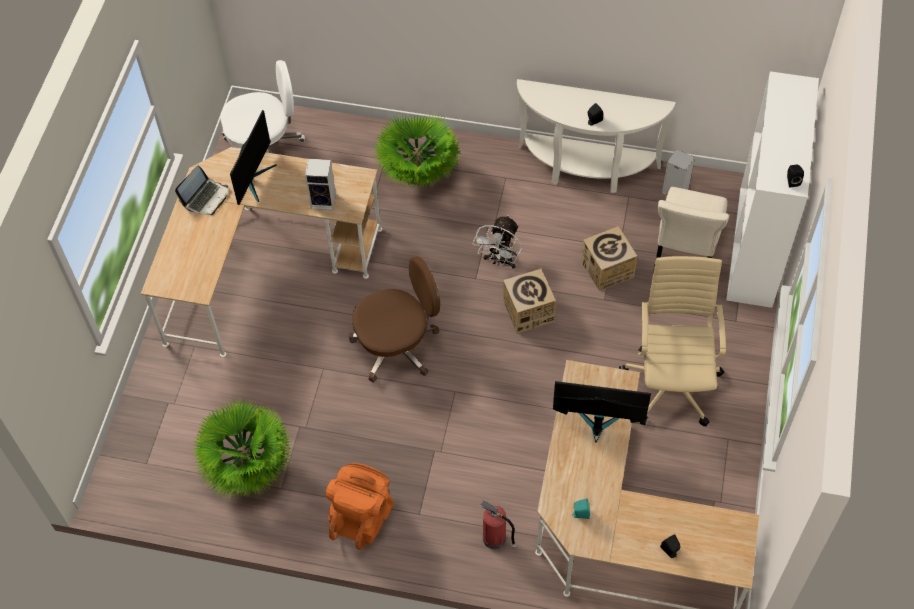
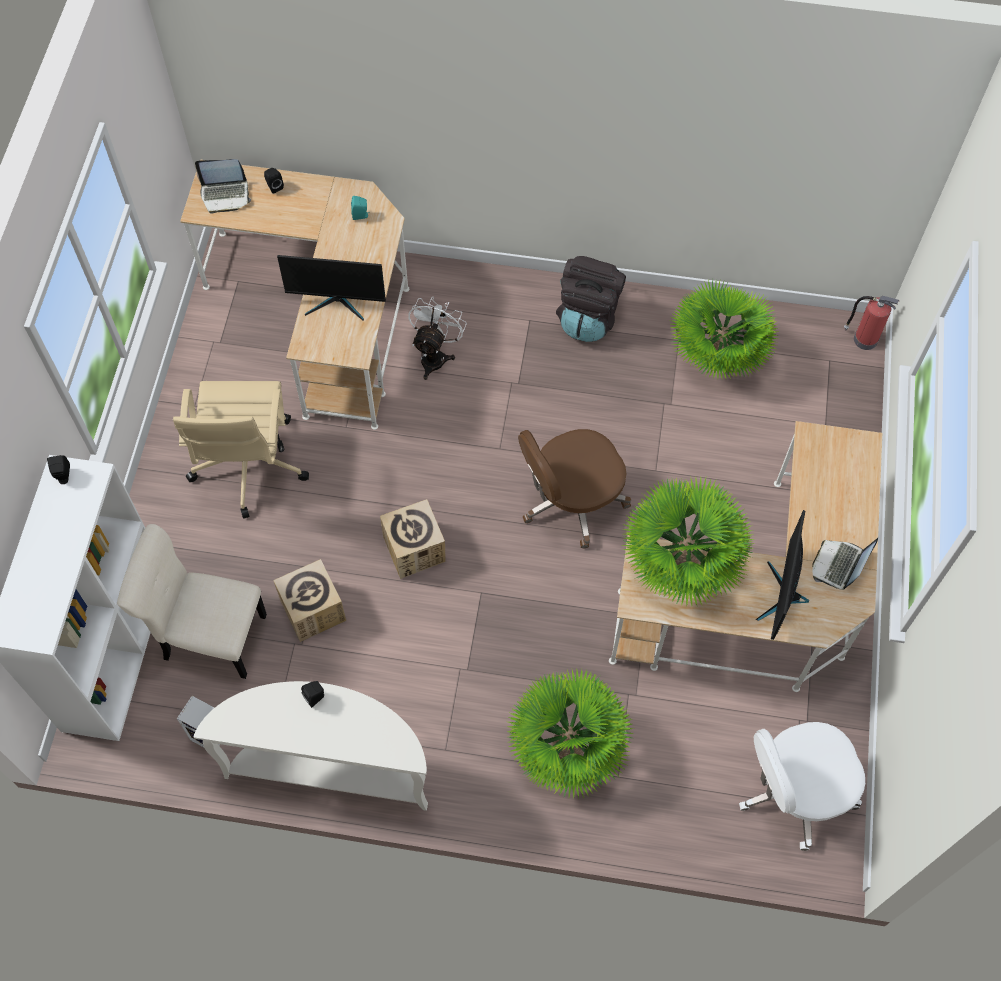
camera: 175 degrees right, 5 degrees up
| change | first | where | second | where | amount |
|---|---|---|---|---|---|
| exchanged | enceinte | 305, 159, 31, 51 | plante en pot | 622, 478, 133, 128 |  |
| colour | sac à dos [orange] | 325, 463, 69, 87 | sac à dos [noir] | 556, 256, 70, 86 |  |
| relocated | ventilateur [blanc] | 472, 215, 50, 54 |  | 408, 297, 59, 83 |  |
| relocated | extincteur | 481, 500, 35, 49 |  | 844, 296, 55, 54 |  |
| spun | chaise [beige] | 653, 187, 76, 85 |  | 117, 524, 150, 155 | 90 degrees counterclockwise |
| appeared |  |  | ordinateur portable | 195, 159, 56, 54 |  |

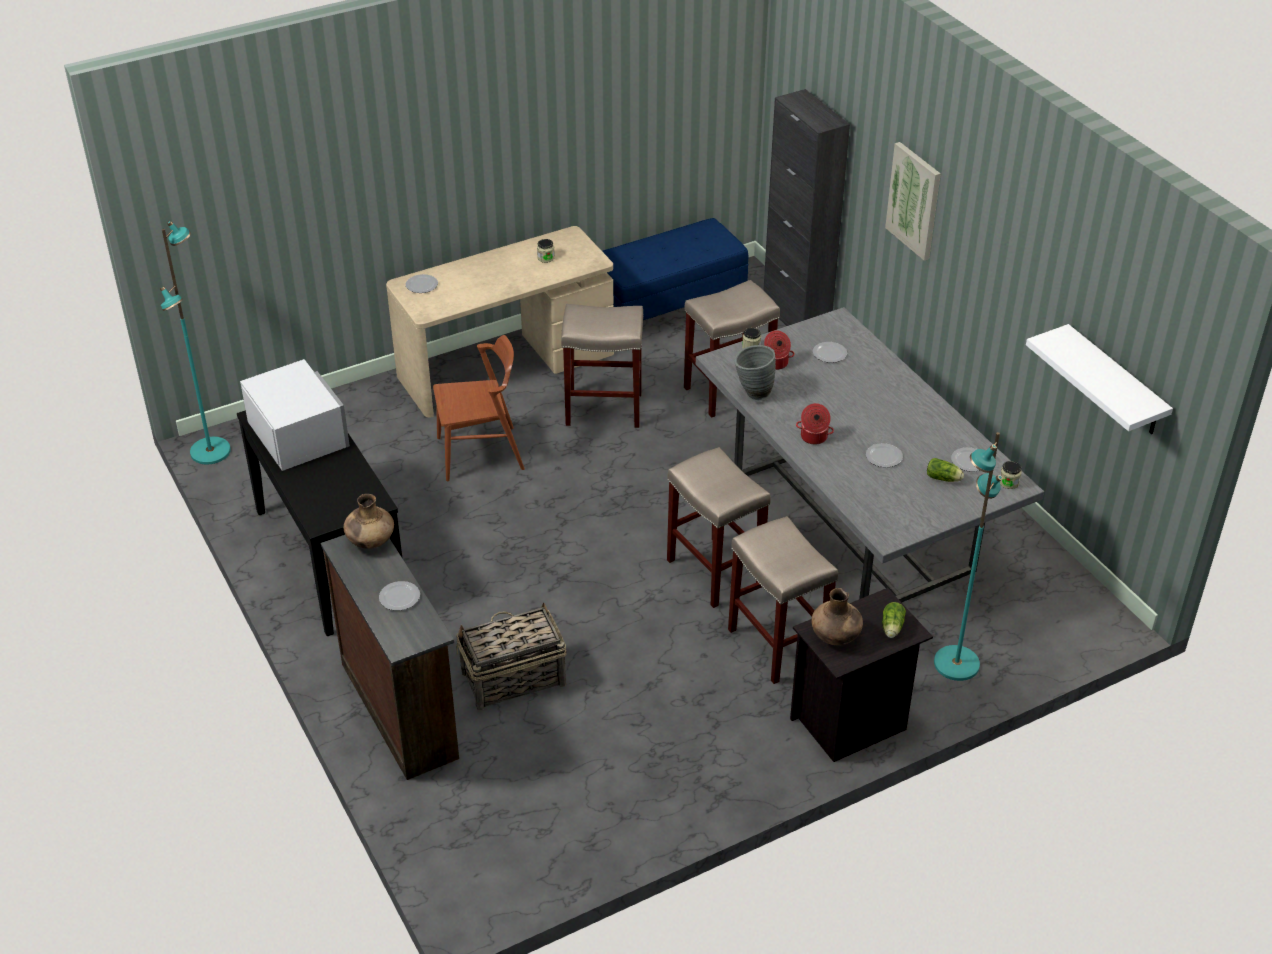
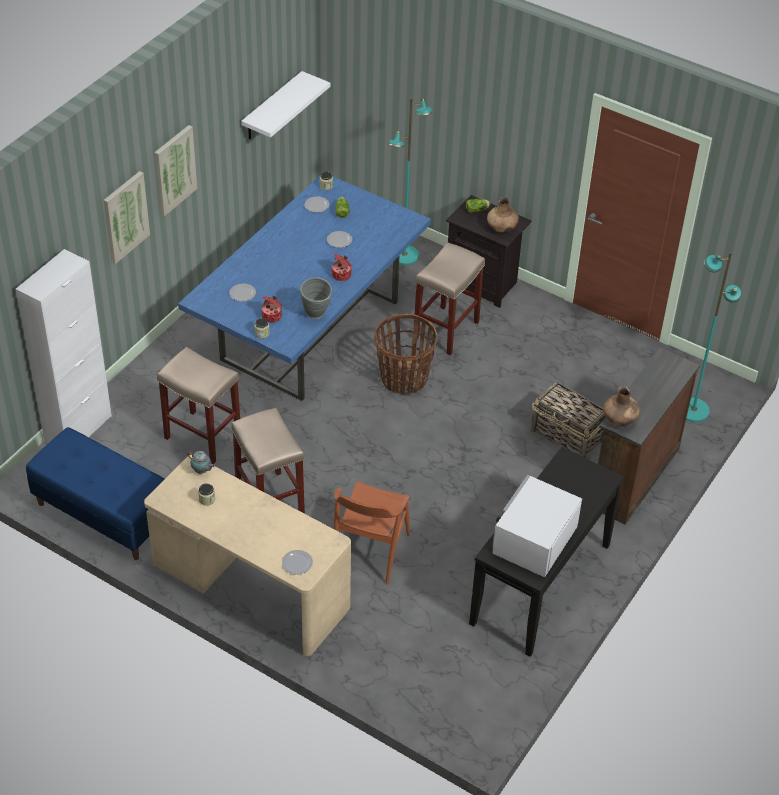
camera: 120 degrees left, 5 degrees up
| change | first | where | second | where | amount |
|---|---|---|---|---|---|
| relocated | lampadaire [turquoise] | 160, 221, 71, 243 |  | 686, 252, 55, 170 |  |
| missing | assiette | 379, 581, 41, 30 |  |  |  |
| spun | chaise [marron] | 433, 335, 92, 146 |  | 334, 482, 76, 102 | 120 degrees counterclockwise |
| exchanged | tabouret [beige] | 667, 447, 104, 161 | panier | 374, 314, 63, 80 |  |
| colour | table à manger [gris] | 696, 307, 348, 296 | table à manger [bleu] | 178, 176, 253, 225 |  |
| colour | meuble de rangement [noir] | 764, 89, 86, 237 | meuble de rangement [blanc] | 16, 249, 96, 196 |  |
| appeared |  |  | tableau | 155, 125, 42, 92 |  |
| appeared |  |  | théière | 187, 451, 28, 23 |  |

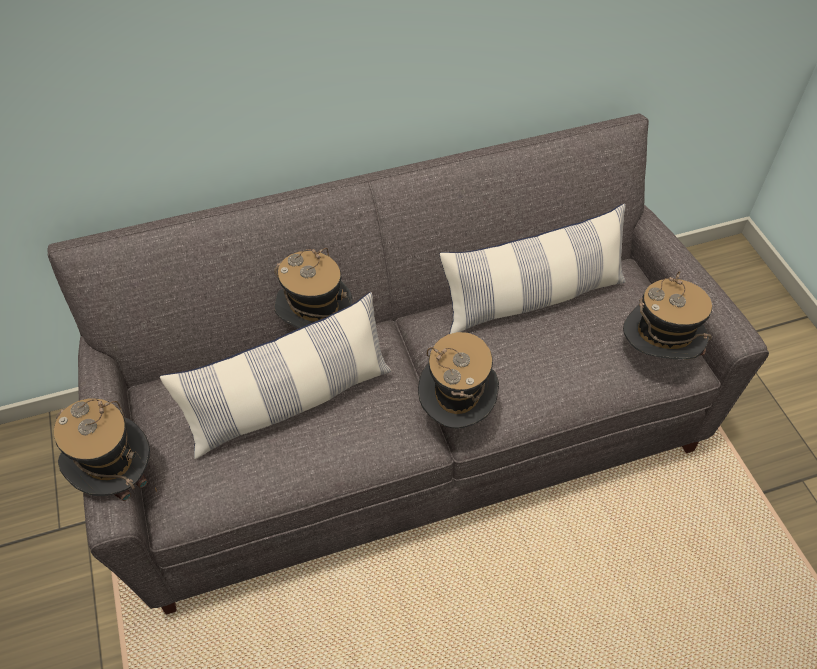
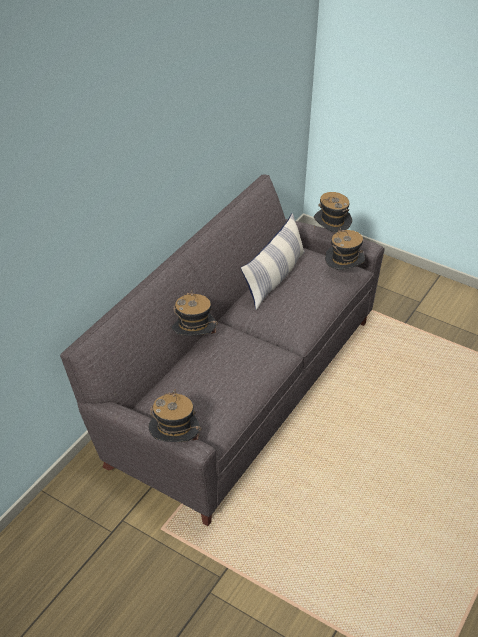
camera: 40 degrees left, 10 degrees down
| change | first | where | second | where | amount |
|---|---|---|---|---|---|
| missing | coussin | 160, 292, 231, 167 |  |  |  |
| relocated | chapeau | 418, 332, 81, 97 |  | 314, 192, 38, 40 |  |

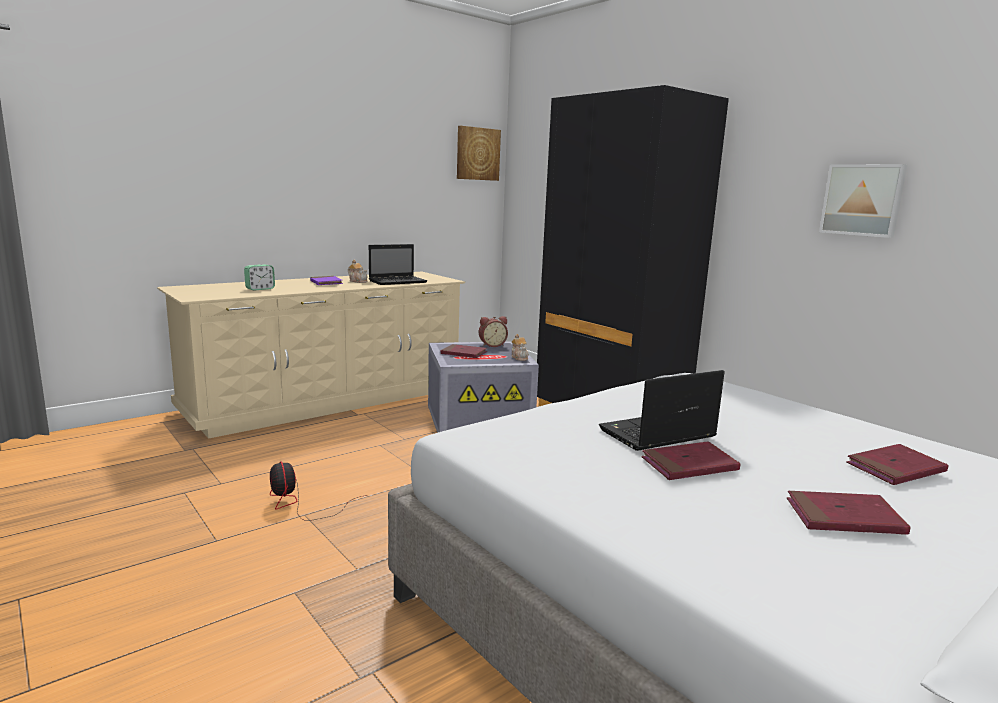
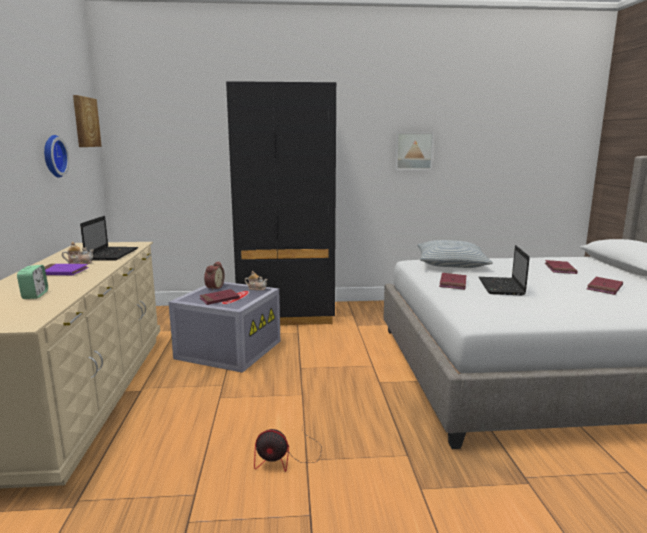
camera: 55 degrees left, 0 degrees up
| change | first | where | second | where | amount |
|---|---|---|---|---|---|
| relocated | livre [rouge] | 642, 441, 98, 39 |  | 439, 273, 27, 17 |  |
| appeared |  |  | horloge murale | 44, 135, 25, 43 |  |
| appeared |  |  | coussin | 417, 240, 76, 28 |  |

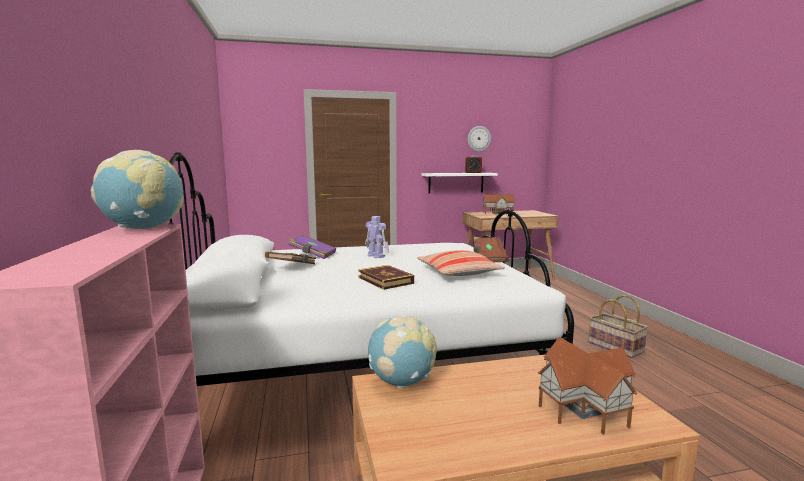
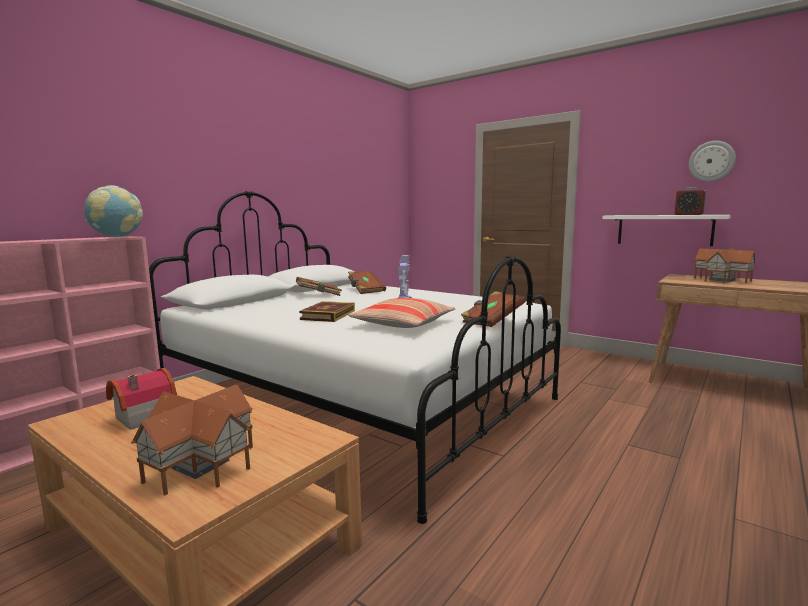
camera: 50 degrees right, 0 degrees up
| change | first | where | second | where | amount |
|---|---|---|---|---|---|
| colour | livre [violet] | 288, 235, 48, 24 | livre [marron] | 348, 271, 38, 23 |  |
| missing | globe | 368, 315, 69, 73 |  |  |  |
| missing | panier | 588, 295, 60, 64 |  |  |  |
| appeared |  |  | maison miniature | 106, 368, 71, 62 |  |

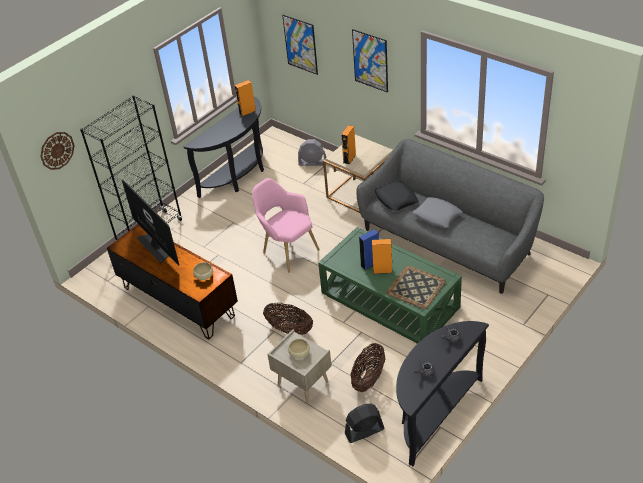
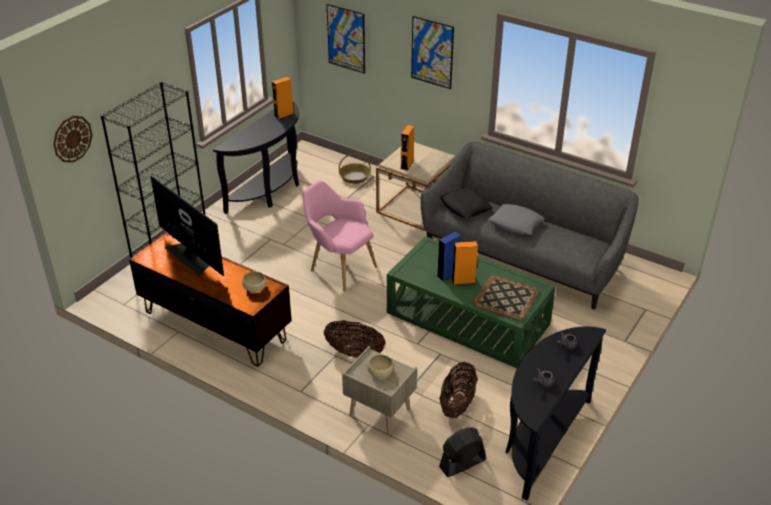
camera: 10 degrees left, 5 degrees down
| change | first | where | second | where | amount |
|---|---|---|---|---|---|
| exchanged | ventilateur [gris] | 298, 139, 28, 27 | panier | 339, 154, 32, 30 |  |

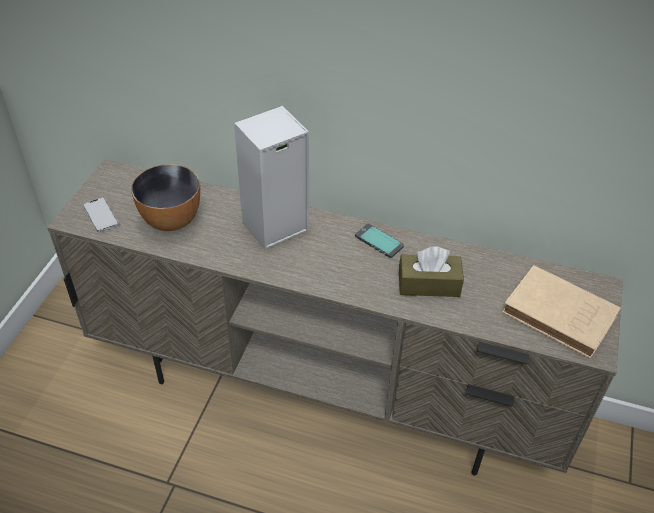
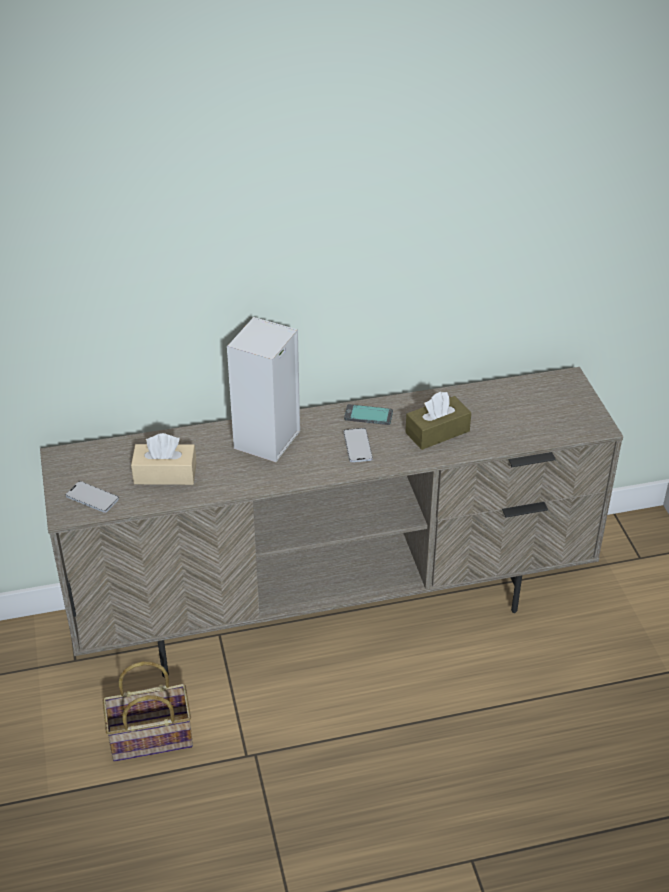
camera: 30 degrees left, 5 degrees down
| change | first | where | second | where | amount |
|---|---|---|---|---|---|
| exchanged | bol | 131, 164, 69, 67 | boîte à mouchoirs [beige] | 131, 433, 66, 52 |  |
| missing | livre [beige] | 502, 265, 119, 94 |  |  |  |
| appeared |  |  | panier | 103, 661, 90, 100 |  |
| appeared |  |  | téléphone | 343, 428, 30, 34 |  |

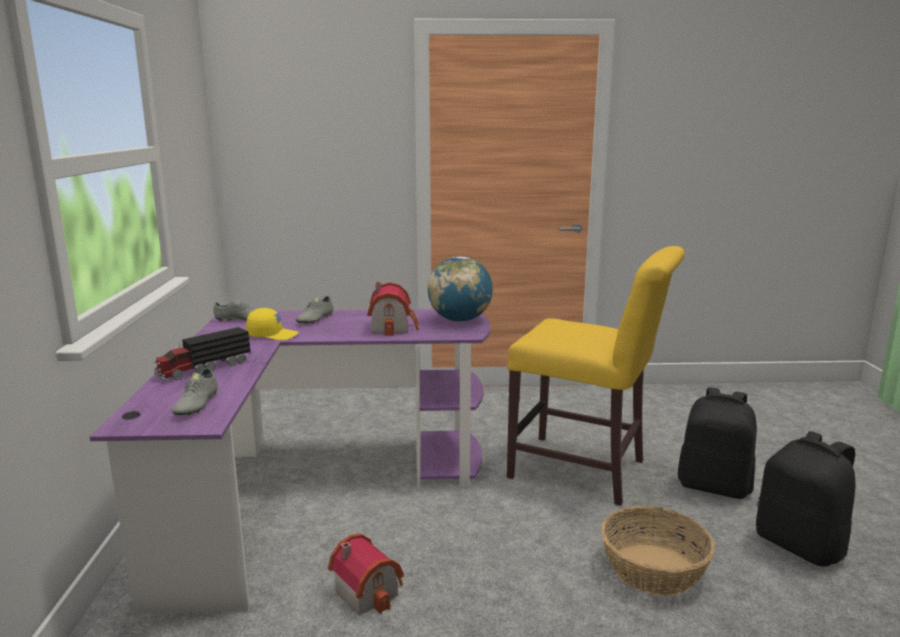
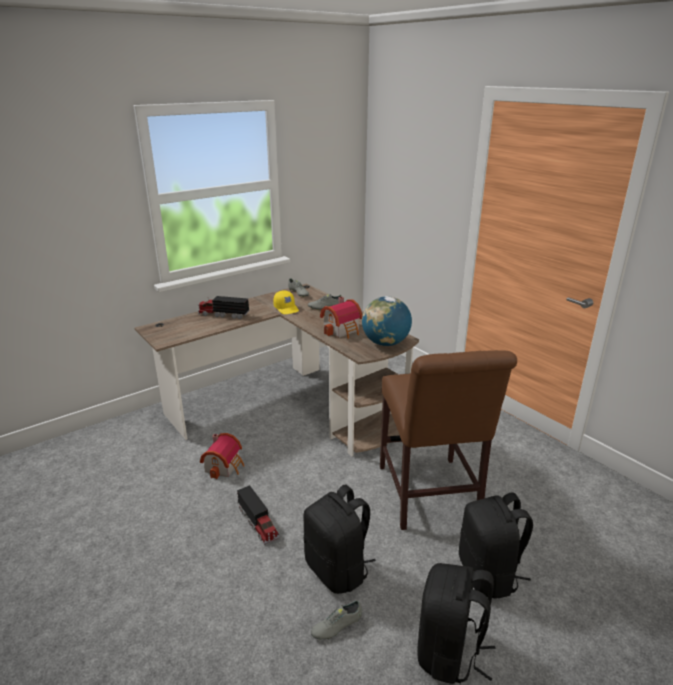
camera: 55 degrees right, 10 degrees up
| change | first | where | second | where | amount |
|---|---|---|---|---|---|
| colour | bureau [violet] | 90, 309, 401, 305 | bureau [marron] | 135, 284, 284, 172 |  |
| relocated | chaussure [gris] | 172, 368, 46, 48 |  | 311, 600, 51, 40 |  |
| colour | chaise [jaune] | 507, 246, 178, 260 | chaise [marron] | 380, 350, 137, 180 |  |
| exchanged | panier | 601, 506, 114, 90 | sac à dos [noir] | 304, 484, 72, 110 |  |
| appeared |  |  | camion jouet | 237, 485, 43, 60 |  |

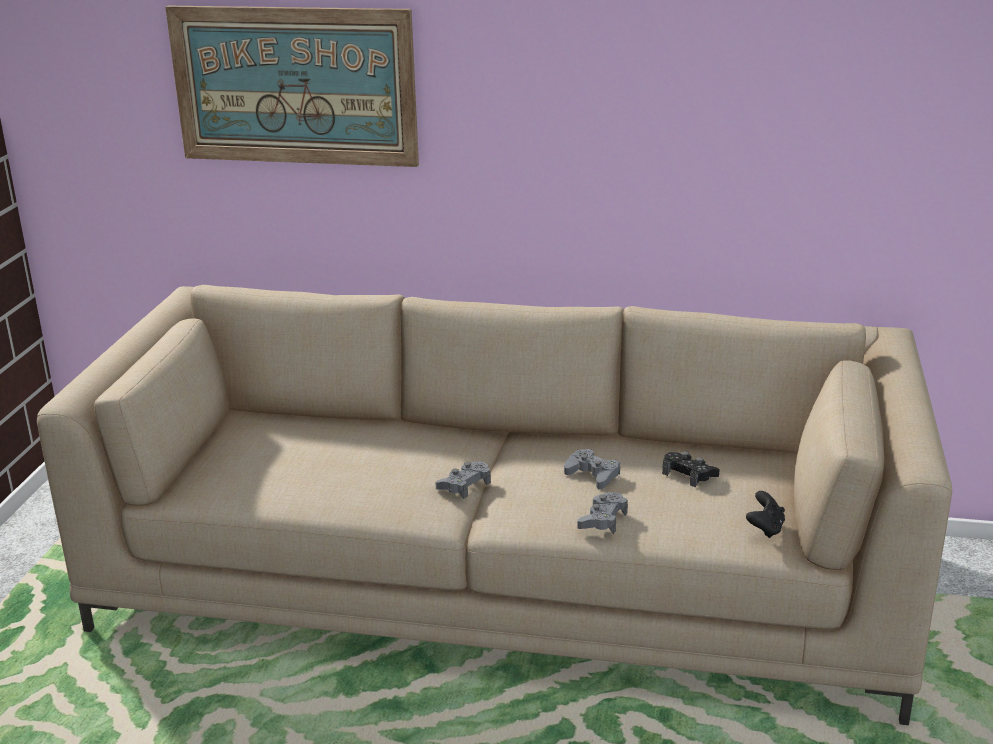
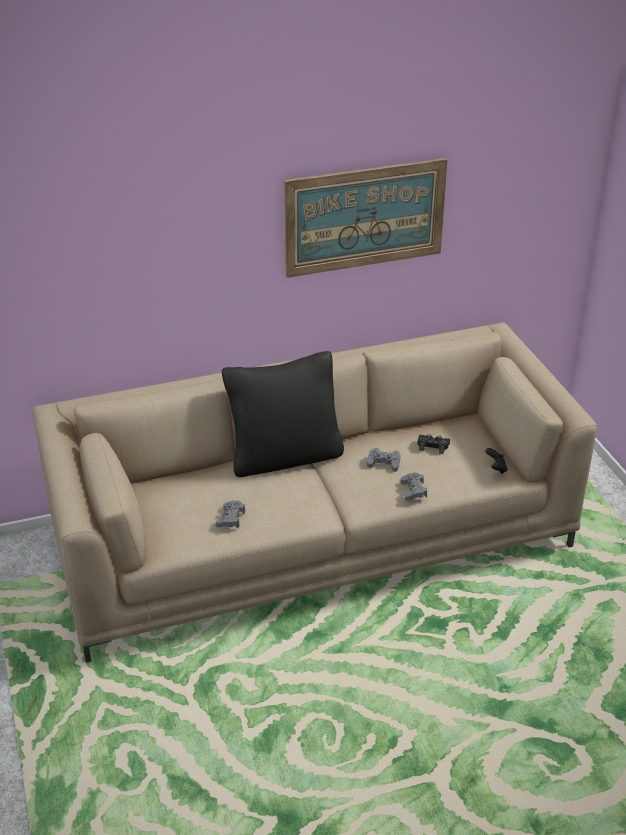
camera: 30 degrees left, 10 degrees up
| change | first | where | second | where | amount |
|---|---|---|---|---|---|
| relocated | tableau | 165, 6, 254, 161 |  | 284, 158, 163, 120 |  |
| relocated | manette [gris] | 436, 461, 55, 38 |  | 216, 500, 29, 28 |  |
| appeared |  |  | coussin [noir] | 222, 351, 122, 126 |  |

